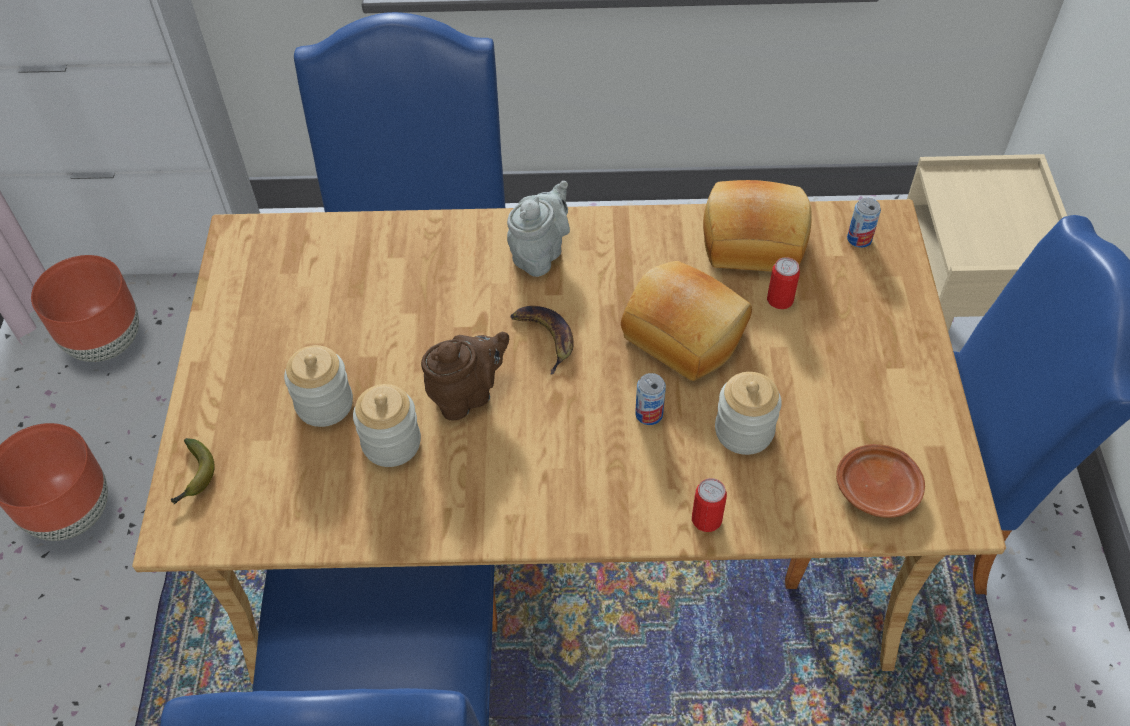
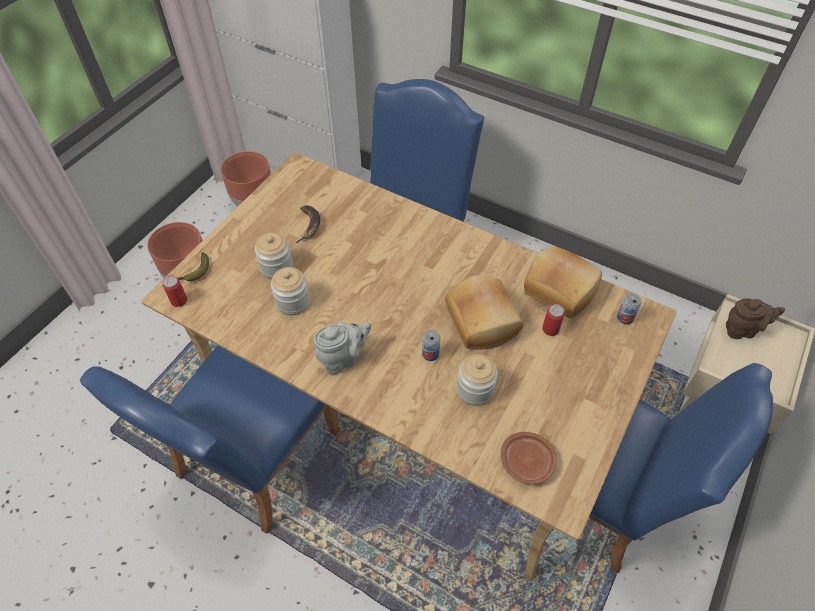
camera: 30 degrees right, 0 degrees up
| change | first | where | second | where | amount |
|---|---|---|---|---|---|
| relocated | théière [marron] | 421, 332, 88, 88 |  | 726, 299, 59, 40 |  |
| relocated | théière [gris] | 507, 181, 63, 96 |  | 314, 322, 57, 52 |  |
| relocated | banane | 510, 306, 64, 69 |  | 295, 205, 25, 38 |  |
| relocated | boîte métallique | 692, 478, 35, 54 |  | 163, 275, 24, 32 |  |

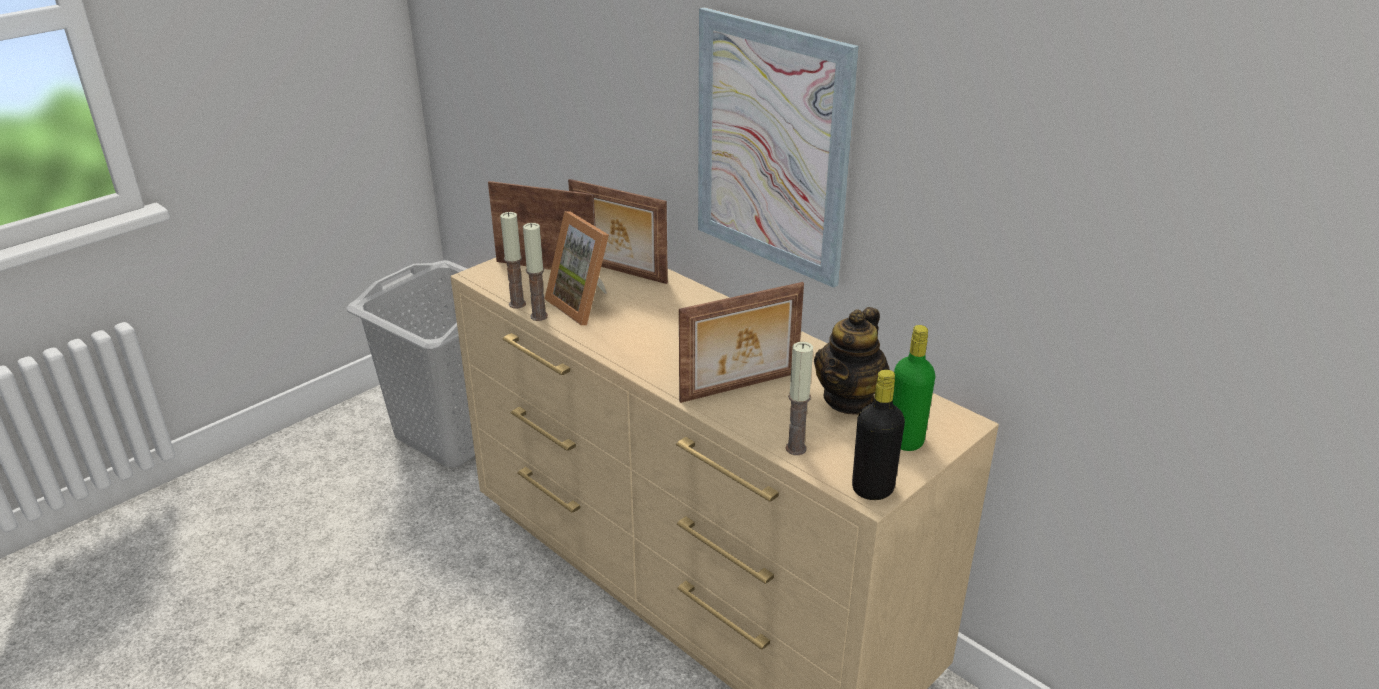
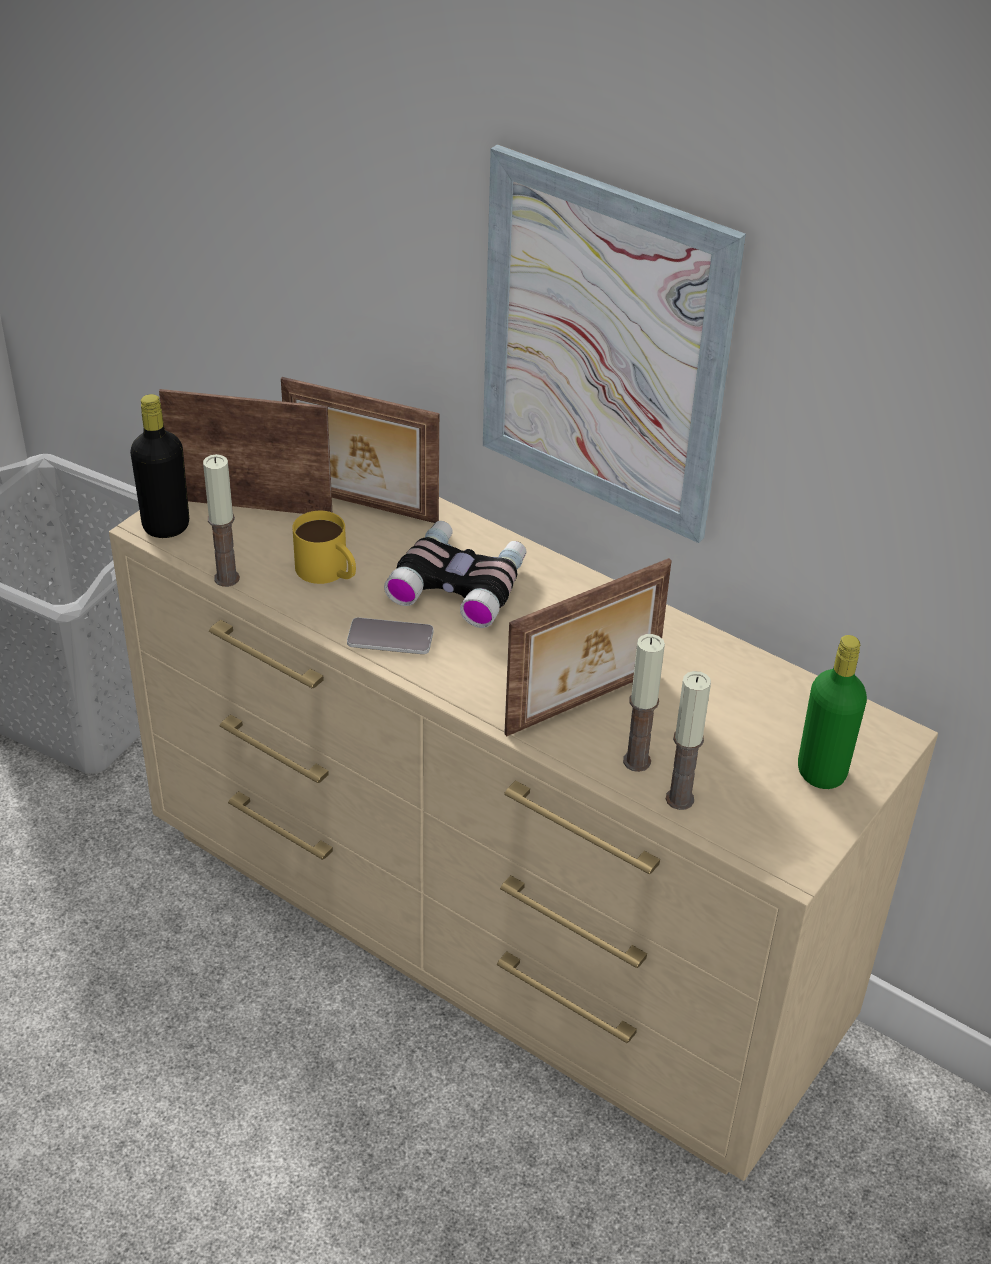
camera: 10 degrees left, 10 degrees up
| change | first | where | second | where | amount |
|---|---|---|---|---|---|
| relocated | bougie | 523, 223, 25, 98 |  | 623, 634, 42, 138 |  |
| exchanged | cadre photo | 545, 211, 64, 114 | mug [jaune] | 292, 511, 64, 73 |  |
| missing | théière | 814, 307, 76, 108 |  |  |  |
| relocated | bouteille [noir] | 852, 370, 53, 130 |  | 130, 394, 59, 144 |  |
| appeared |  |  | téléphone | 347, 617, 87, 37 |  |
| appeared |  |  | jumelles | 384, 521, 142, 107 |  |

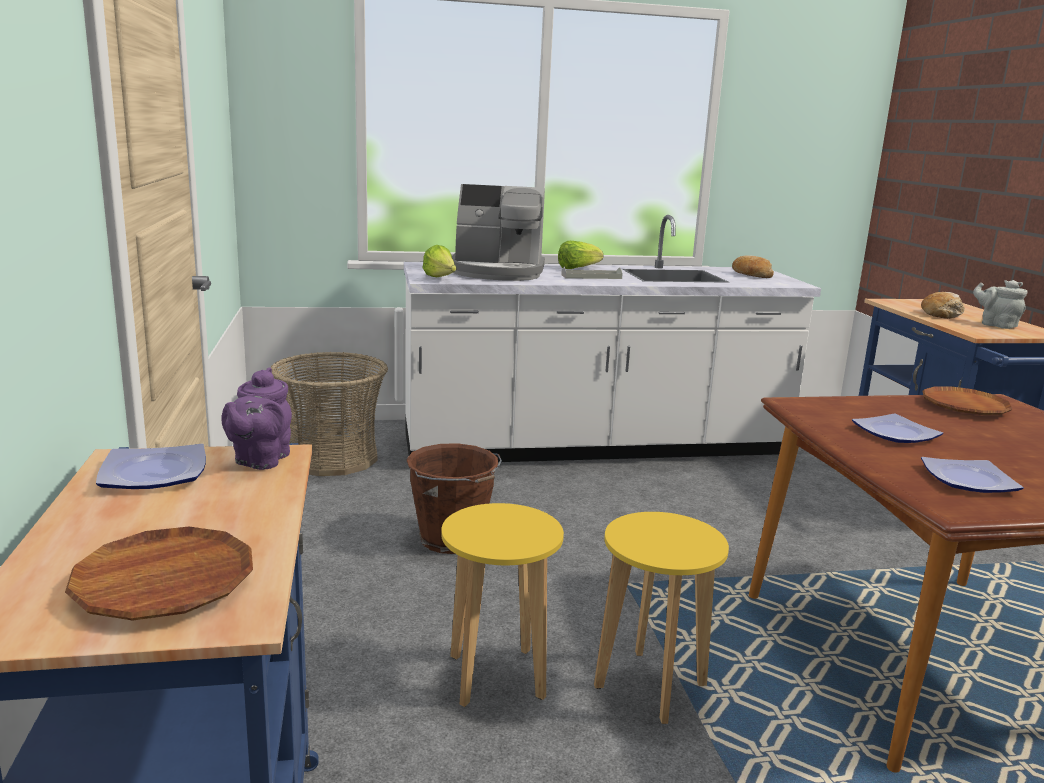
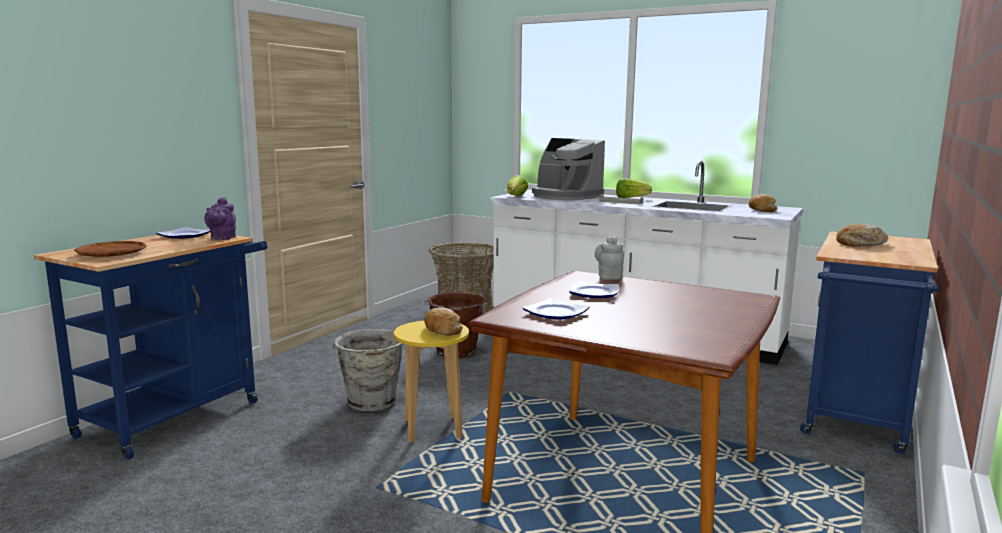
camera: 40 degrees right, 5 degrees down
| change | first | where | second | where | amount |
|---|---|---|---|---|---|
| spun | théière [violet] | 222, 367, 70, 103 |  | 204, 197, 32, 43 | 45 degrees counterclockwise |
| exchanged | tabouret [jaune] | 441, 503, 123, 204 | seau [gris] | 331, 329, 72, 82 |  |
| missing | assiette [marron] | 923, 386, 89, 29 |  |  |  |
| relocated | théière [gris] | 973, 280, 54, 49 |  | 595, 236, 29, 44 |  |
| appeared |  |  | pain | 424, 307, 39, 29 |  |

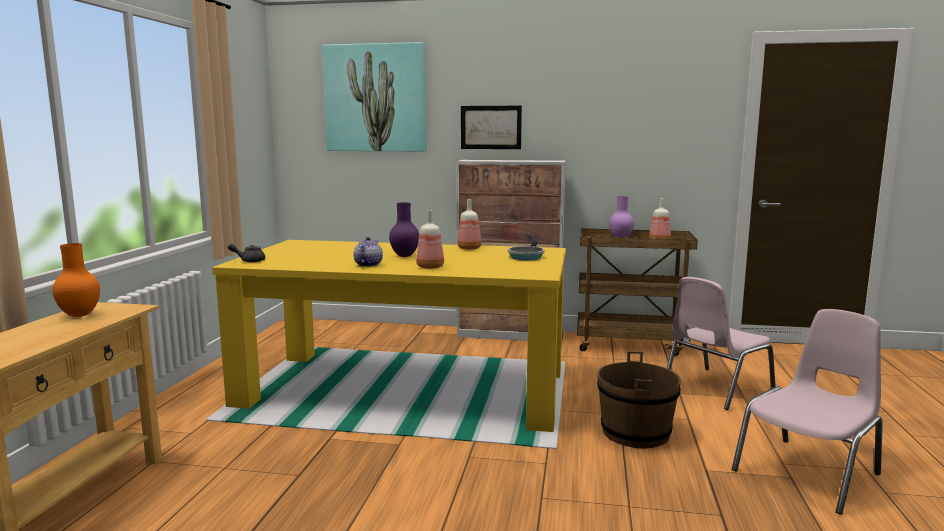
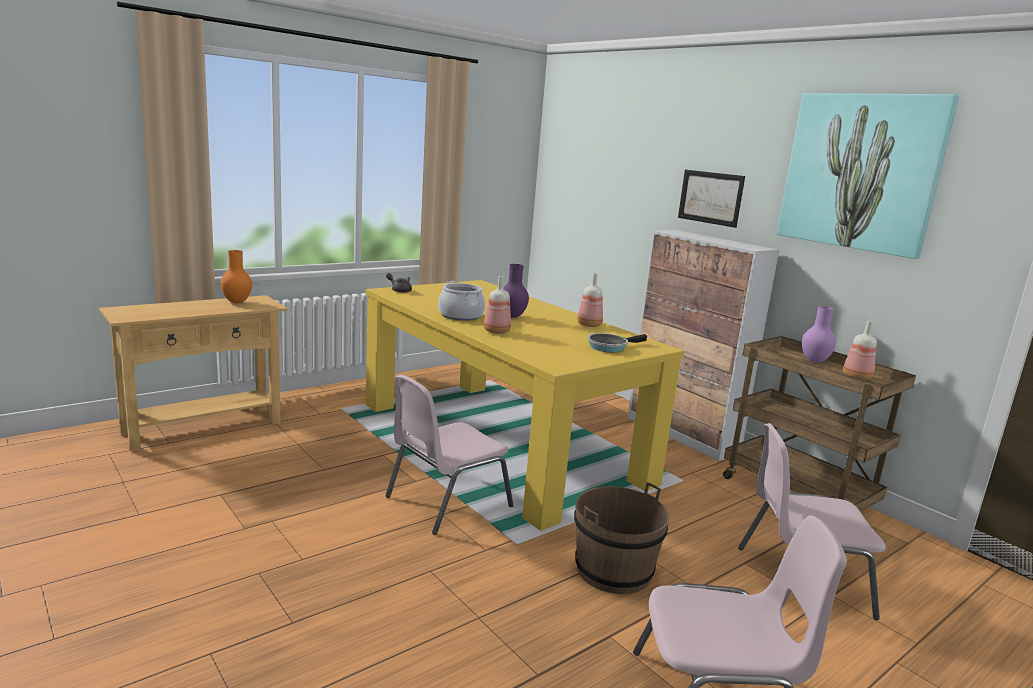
camera: 40 degrees right, 5 degrees up
| change | first | where | second | where | amount |
|---|---|---|---|---|---|
| relocated | tableau | 322, 42, 104, 110 |  | 777, 93, 182, 166 |  |
| exchanged | théière | 354, 237, 29, 30 | marmite | 438, 281, 47, 40 |  |
| appeared |  |  | chaise [rose] | 385, 375, 129, 160 |  |

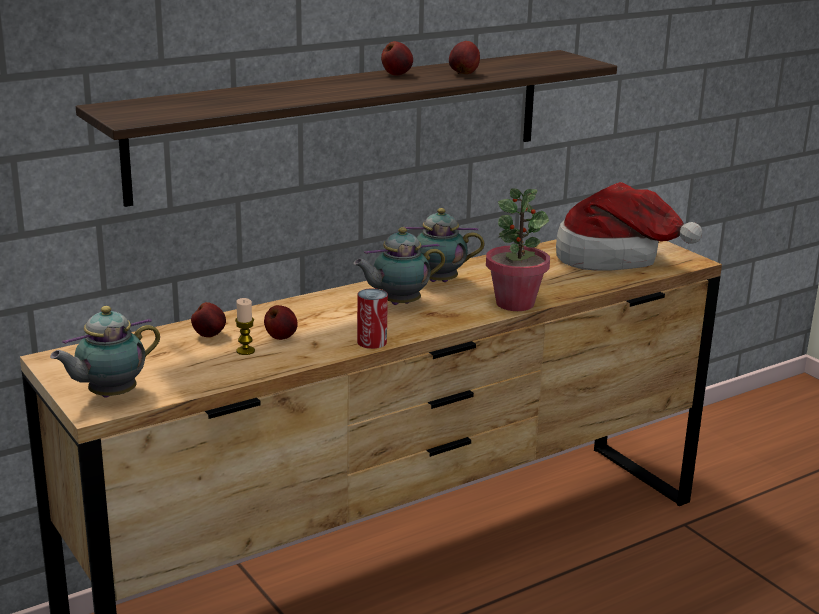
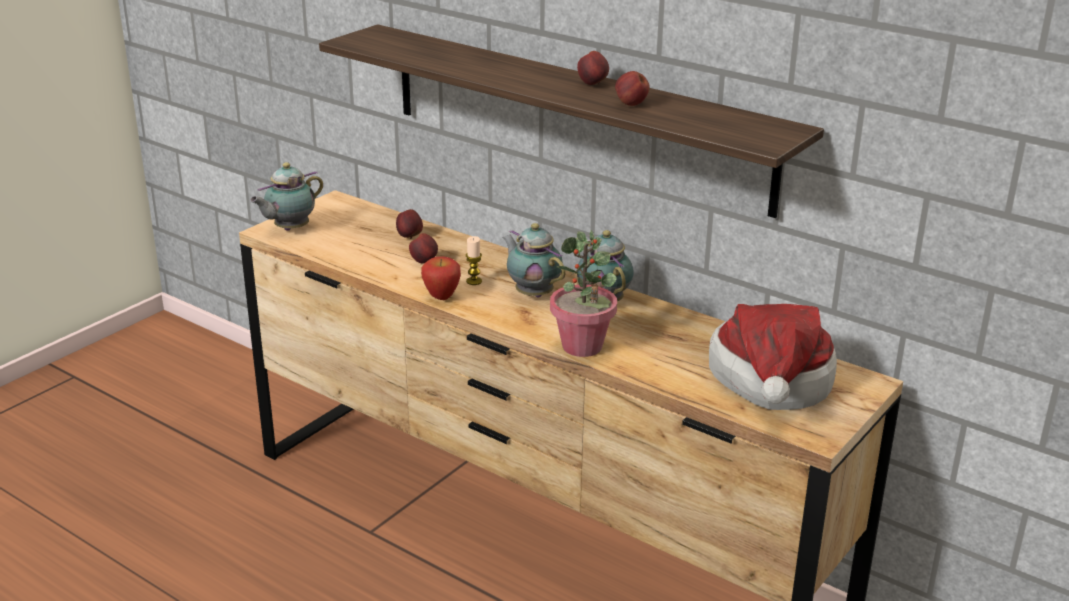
camera: 70 degrees right, 5 degrees up
| change | first | where | second | where | amount |
|---|---|---|---|---|---|
| spun | théière | 50, 306, 110, 92 |  | 250, 162, 73, 69 | 75 degrees counterclockwise |
| relocated | bougie | 235, 298, 20, 57 |  | 466, 236, 16, 49 |  |
| exchanged | boîte métallique | 357, 288, 31, 61 | pomme | 421, 256, 40, 44 |  |

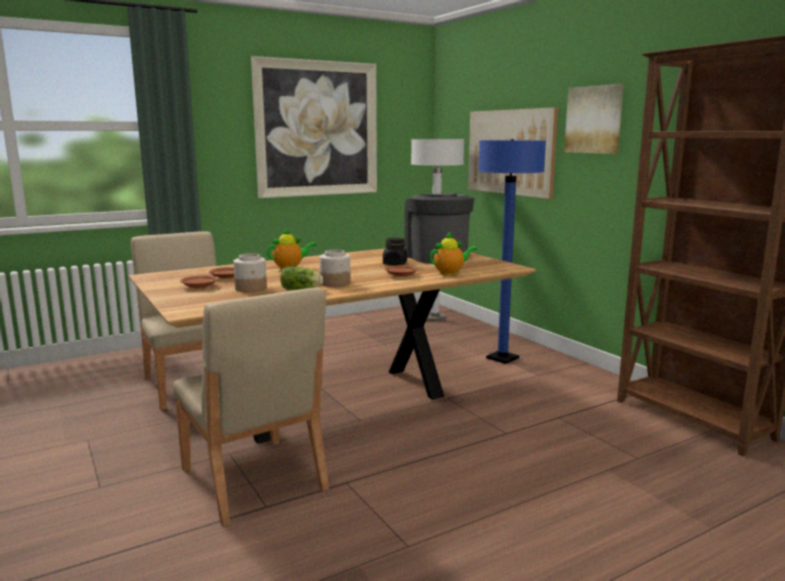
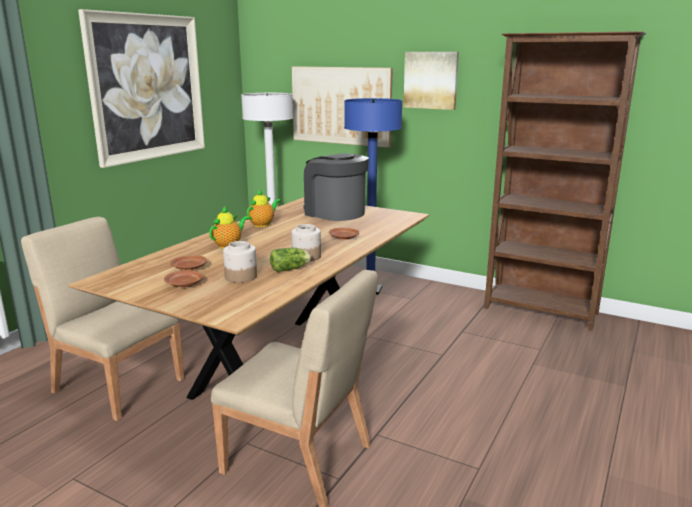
camera: 30 degrees left, 5 degrees up
| change | first | where | second | where | amount |
|---|---|---|---|---|---|
| missing | bocal [noir] | 383, 237, 24, 29 |  |  |  |
| relocated | théière | 430, 231, 47, 44 |  | 247, 189, 34, 38 |  |

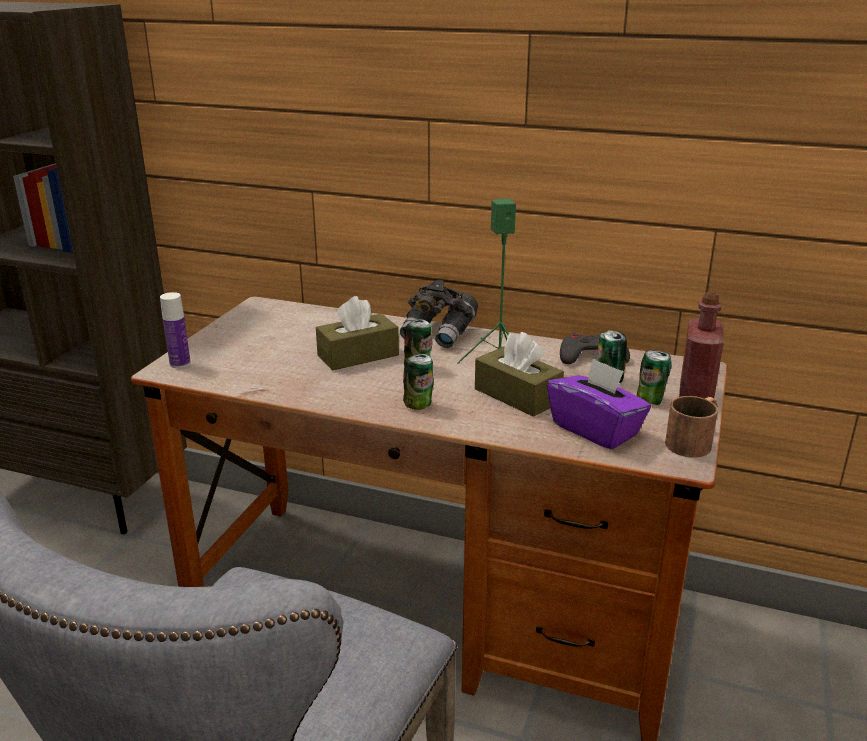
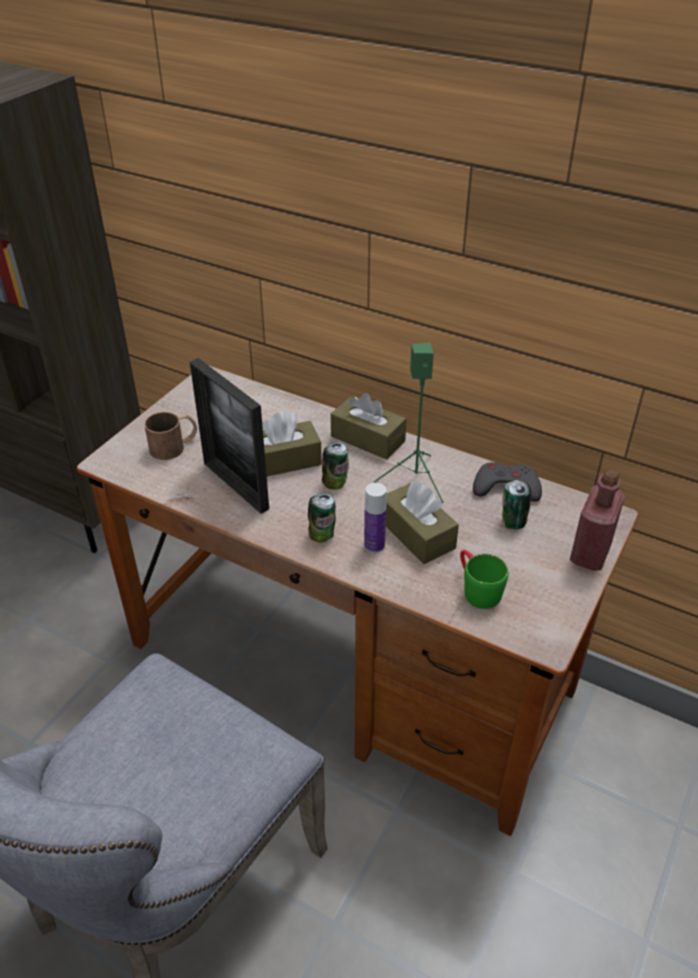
camera: 10 degrees right, 15 degrees up
| change | first | where | second | where | amount |
|---|---|---|---|---|---|
| relocated | bouteille | 160, 292, 31, 76 |  | 364, 483, 23, 70 |  |
| exchanged | jumelles [gris] | 400, 280, 78, 68 | boîte à mouchoirs [marron] | 331, 393, 75, 67 |  |
| exchanged | boîte à mouchoirs [violet] | 547, 358, 104, 92 | mug [vert] | 460, 550, 49, 59 |  |
| missing | boîte métallique | 637, 350, 34, 55 |  |  |  |
| relocated | mug [marron] | 665, 396, 53, 62 |  | 144, 412, 53, 48 |  |
| appeared |  |  | cadre photo | 190, 358, 79, 156 |  |

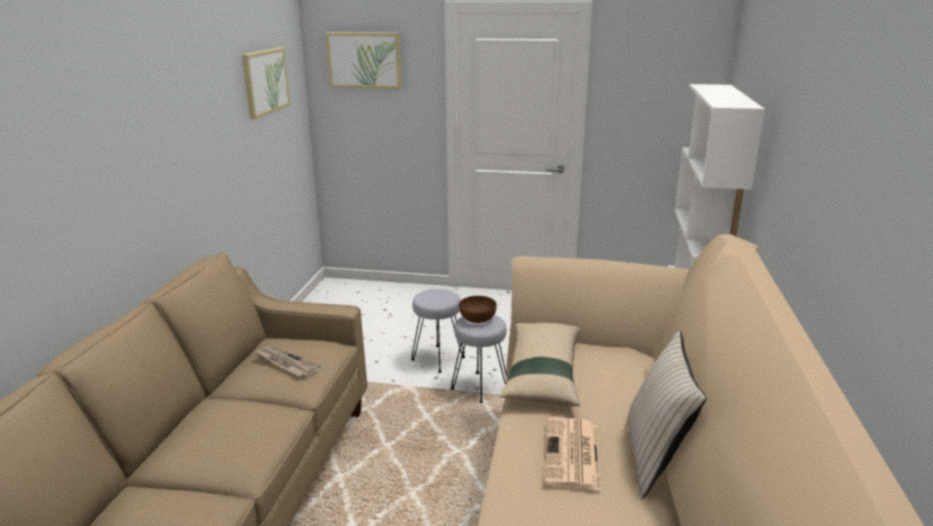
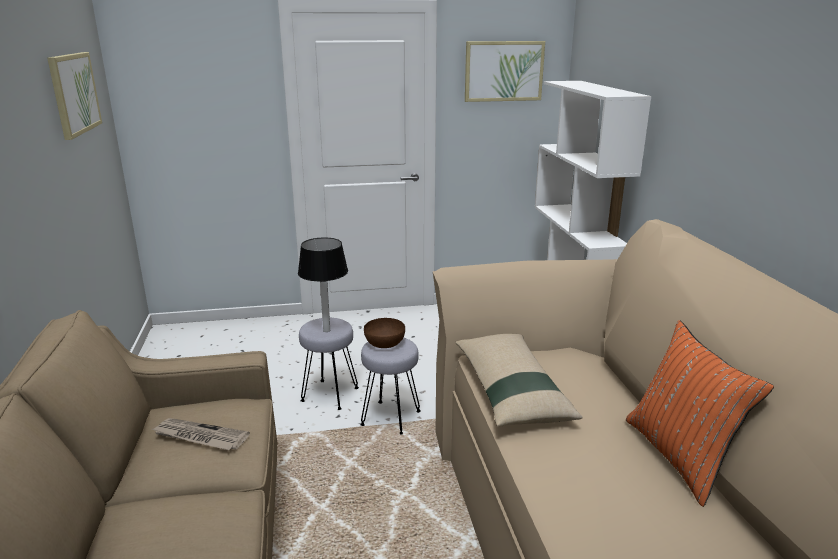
camera: 20 degrees left, 0 degrees up
| change | first | where | second | where | amount |
|---|---|---|---|---|---|
| relocated | tableau | 325, 32, 77, 57 |  | 465, 41, 80, 61 |  |
| missing | journal | 545, 417, 57, 74 |  |  |  |
| colour | coussin [beige] | 627, 331, 80, 168 | coussin [orange] | 626, 320, 148, 187 |  |
| appeared |  |  | lampe de table | 298, 237, 50, 95 |  |

